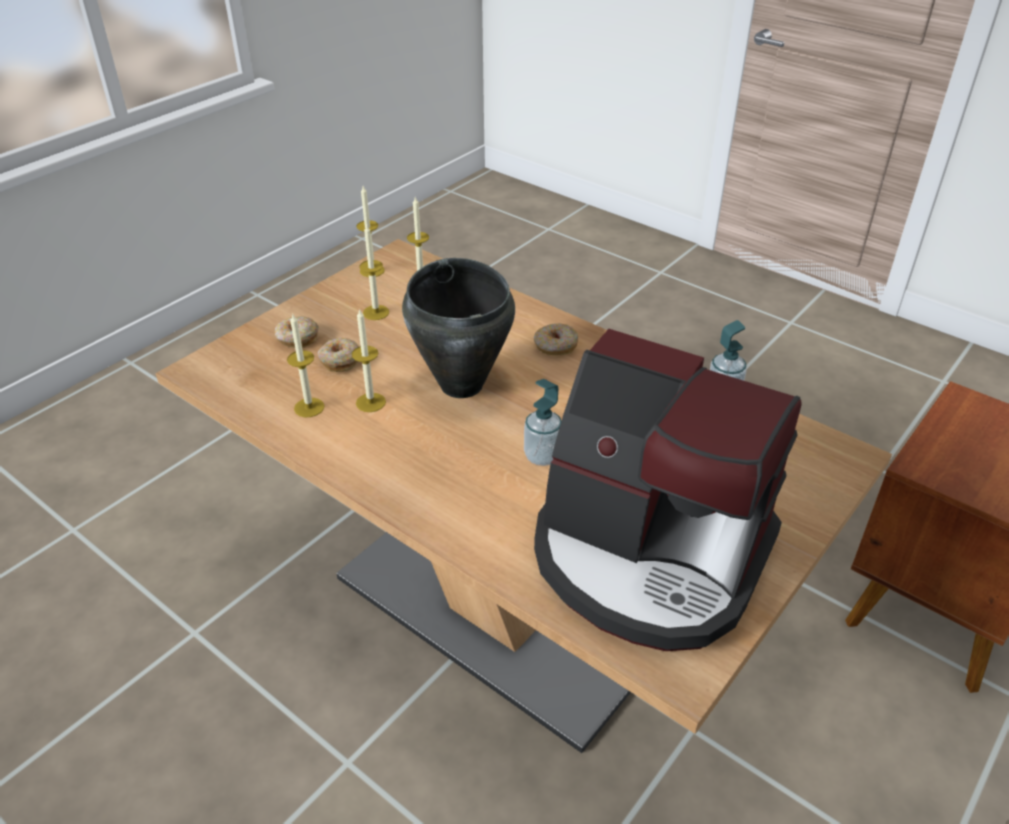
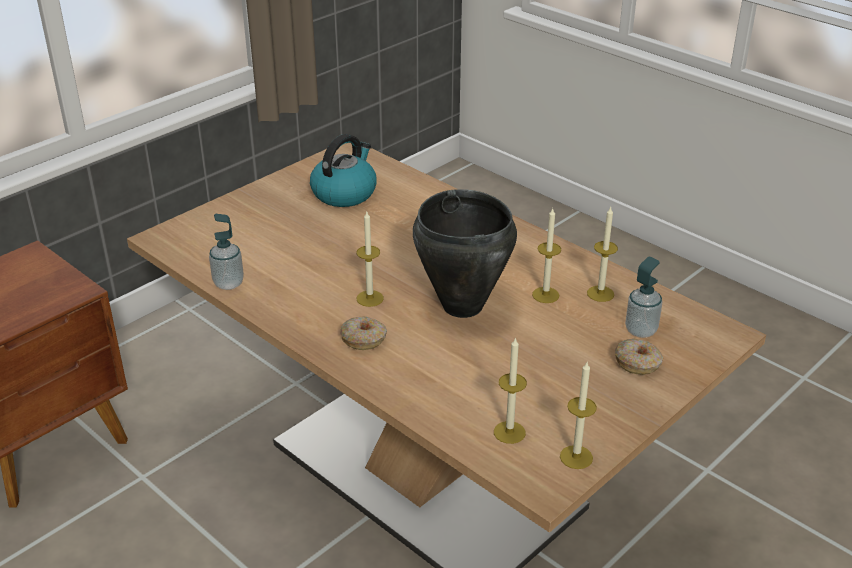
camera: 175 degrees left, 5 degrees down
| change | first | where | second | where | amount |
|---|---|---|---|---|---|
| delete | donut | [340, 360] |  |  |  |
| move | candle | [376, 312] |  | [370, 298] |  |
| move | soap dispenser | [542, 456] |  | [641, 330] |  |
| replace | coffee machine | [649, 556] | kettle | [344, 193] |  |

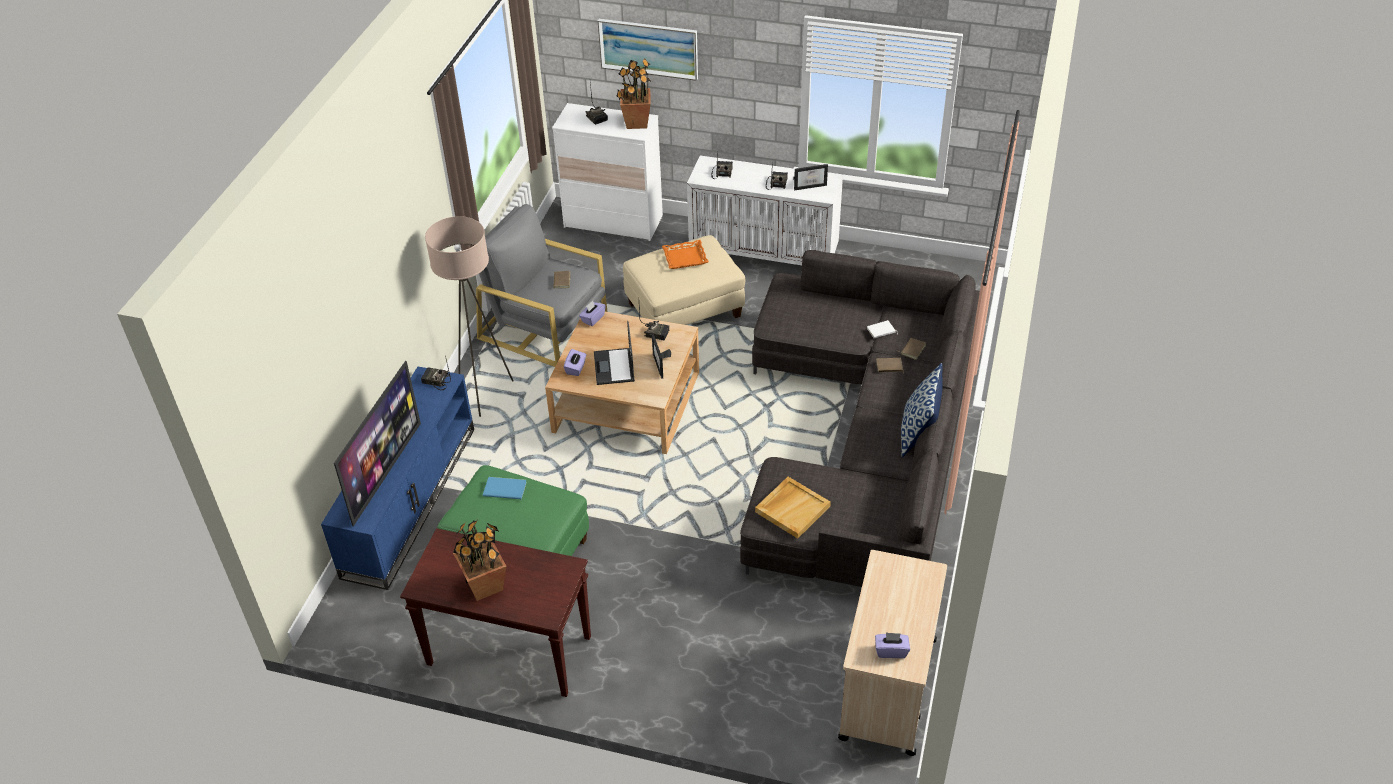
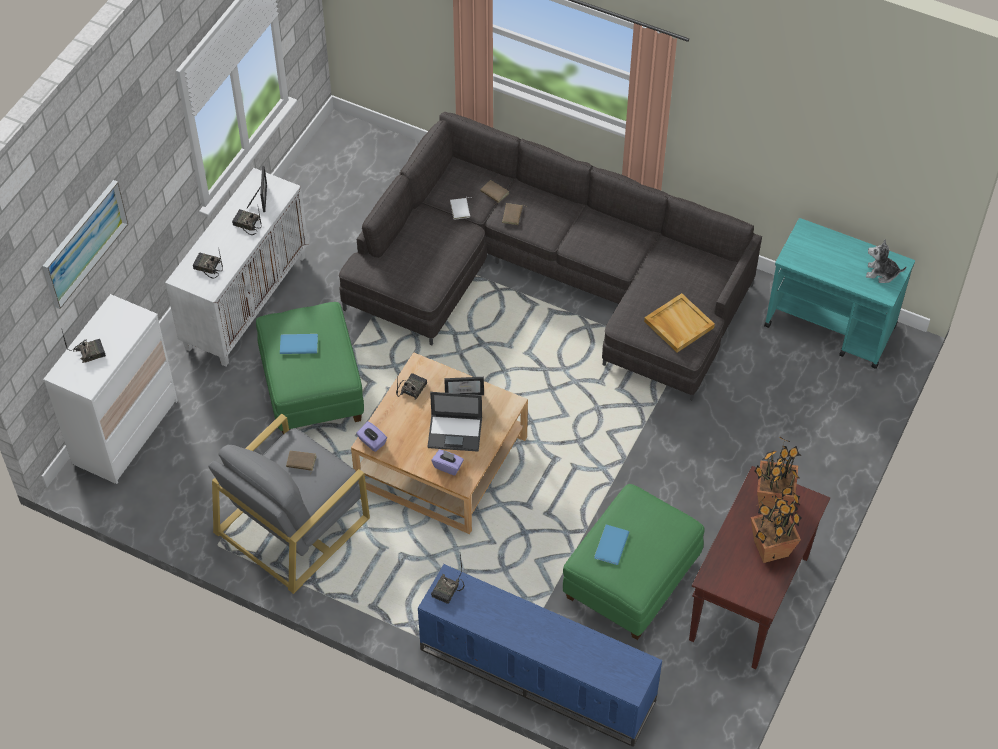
camera: 80 degrees left, 10 degrees up
| change | first | where | second | where | amount |
|---|---|---|---|---|---|
| delete | television | [385, 472] |  |  |  |
| delete | floor lamp/beige | [483, 393] |  |  |  |
| move | potted plant | [636, 122] |  | [772, 499] |  |
| recolor | ottoman/beige | [685, 310] | ottoman/green | [312, 387] |  |
| replace | tray/orange | [685, 257] | book/blue | [298, 344] |  |
| recolor | cart/beige | [887, 689] | cart/turquoise | [831, 327] |  |
| replace | tissue box/purple | [891, 651] | plush toy | [881, 273] |  |
| delete | pillow | [918, 433] |  |  |  |

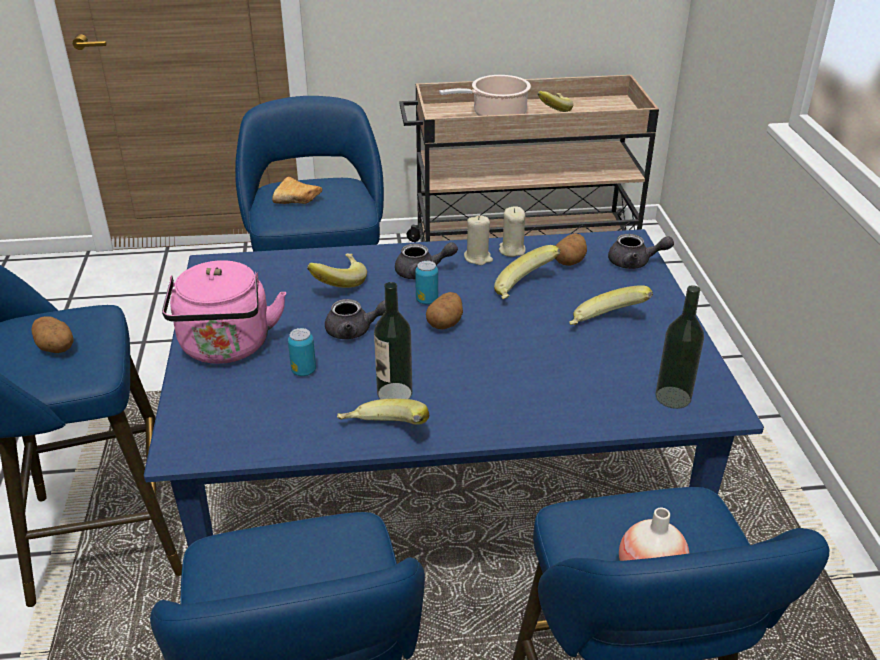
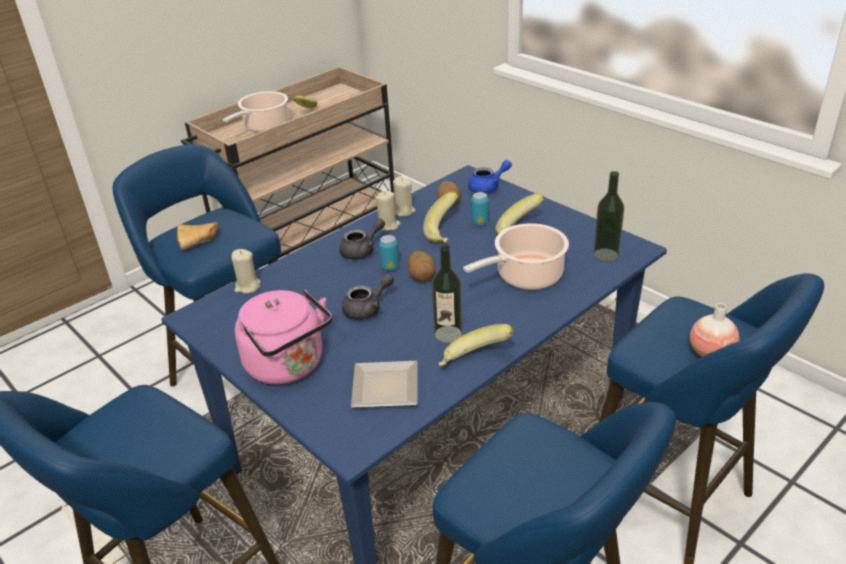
camera: 35 degrees left, 0 degrees up
| change | first | where | second | where | amount |
|---|---|---|---|---|---|
| delete | potato | [57, 348] |  |  |  |
| move | can | [303, 371] |  | [480, 222] |  |
| delete | banana | [337, 283] |  |  |  |
| recolor | teapot/grey | [635, 263] | teapot/blue | [488, 187] |  |
| insert |  |  | candle/beige | [247, 287] |  |
| insert |  |  | plate | [383, 386] |  |
| insert |  |  | cooking pot | [526, 276] |  |

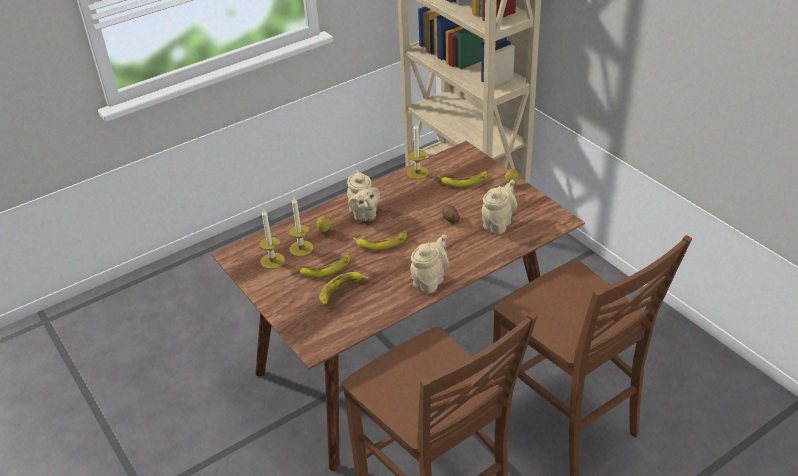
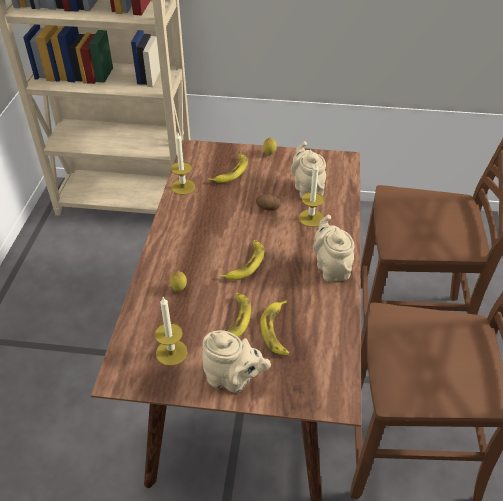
camera: 50 degrees left, 5 degrees up
| change | first | where | second | where | amount |
|---|---|---|---|---|---|
| move | candle | [301, 248] |  | [311, 218] |  |
| move | teapot/beige | [364, 215] |  | [233, 379] |  |

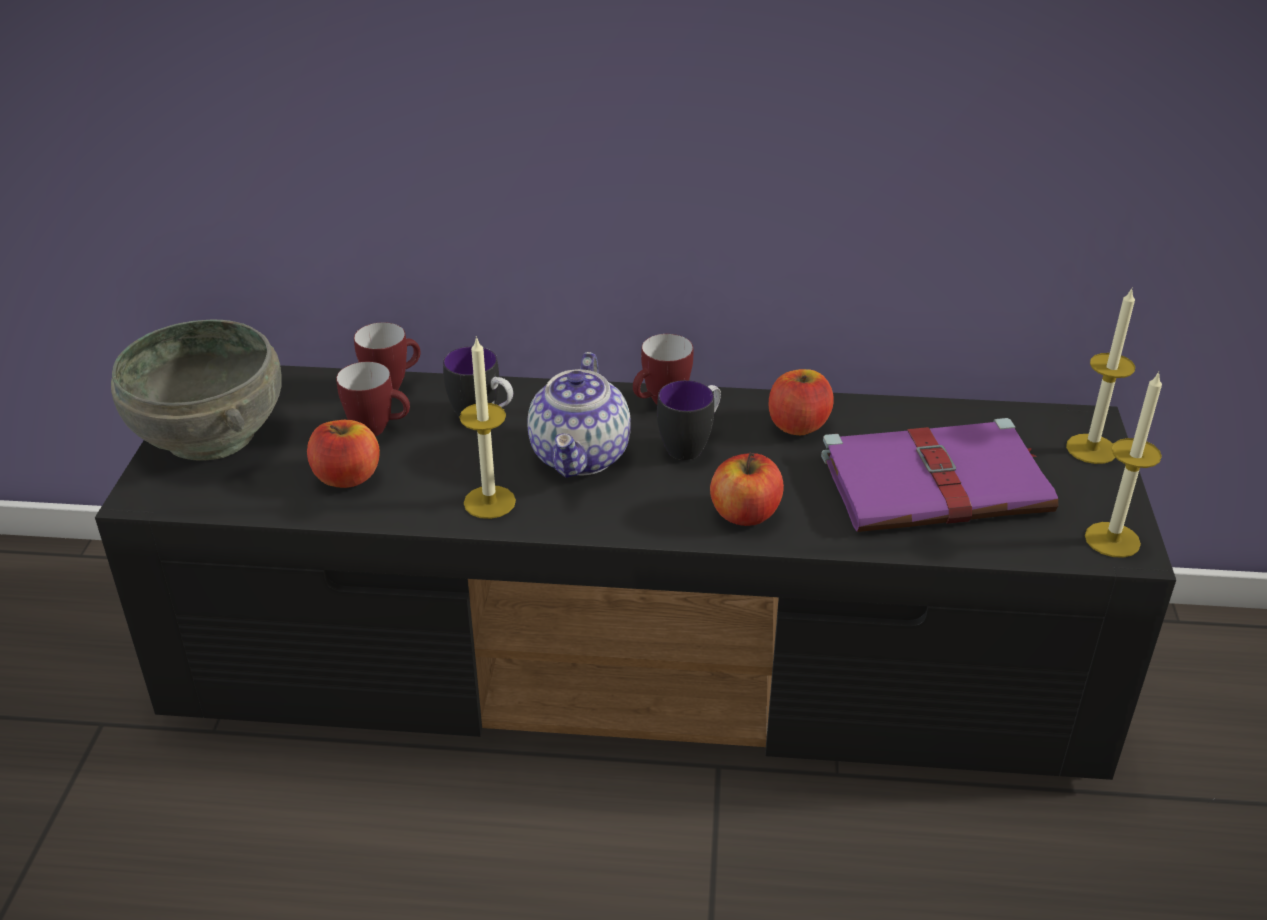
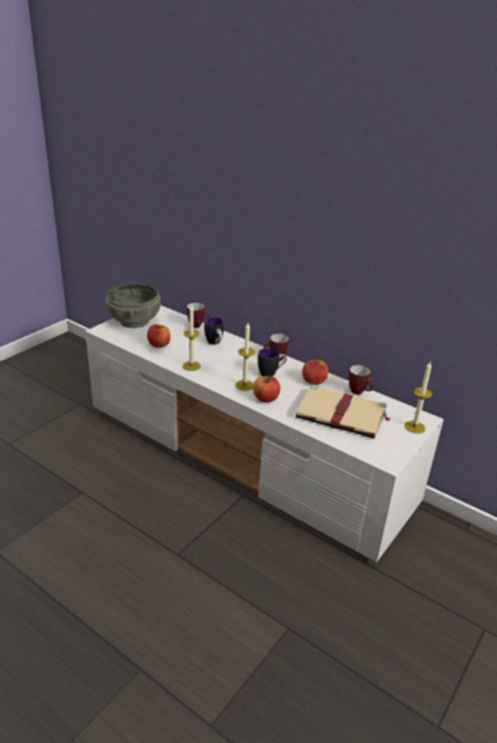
camera: 30 degrees right, 5 degrees down
| change | first | where | second | where | amount |
|---|---|---|---|---|---|
| recolor | tv stand/black | [639, 664] | tv stand/white | [246, 455] |  |
| move | mug | [379, 429] |  | [359, 393] |  |
| delete | teapot | [581, 456] |  |  |  |
| recolor | book/purple | [938, 483] | book/beige | [342, 415] |  |
| move | candle | [1112, 540] |  | [244, 385] |  |

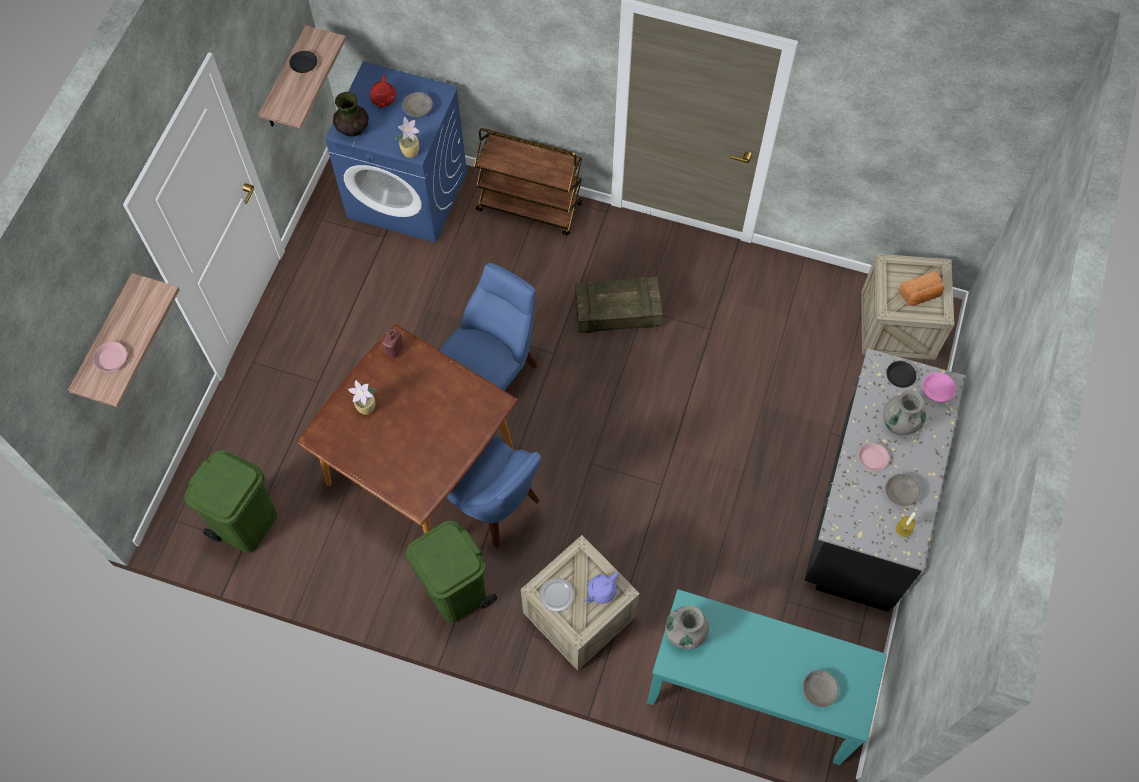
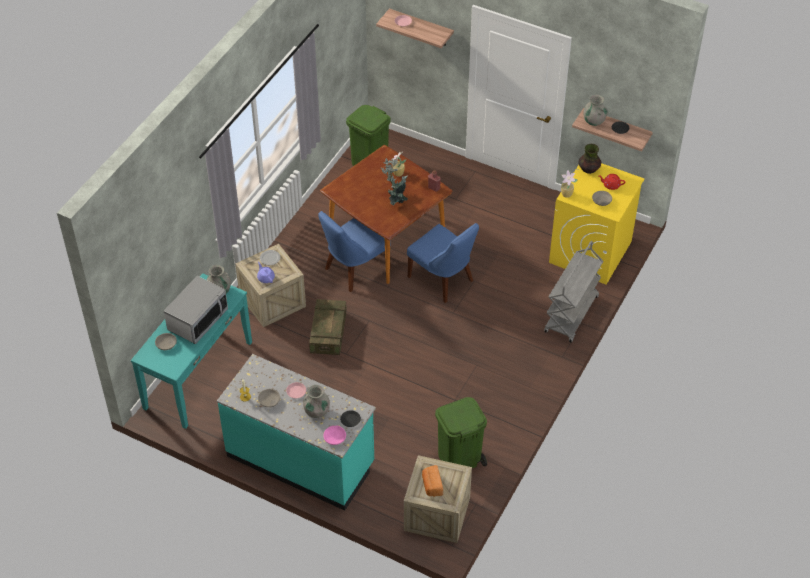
camera: 100 degrees right, 15 degrees down
| change | first | where | second | where | amount |
|---|---|---|---|---|---|
| recolor | washing machine/blue | [408, 194] | washing machine/yellow | [590, 252] |  |
| move | trash can/green | [456, 592] |  | [459, 459] |  |
| recolor | cart/brown | [530, 207] | cart/grey | [571, 315] |  |
| move | crate | [617, 312] |  | [328, 333] |  |
| recolor | counter/black | [864, 507] | counter/turquoise | [301, 459] |  |
| insert |  |  | microwave | [197, 320] |  |
| insert |  |  | potted plant | [396, 200] |  |
| insert |  |  | vase/grey | [594, 121] |  |

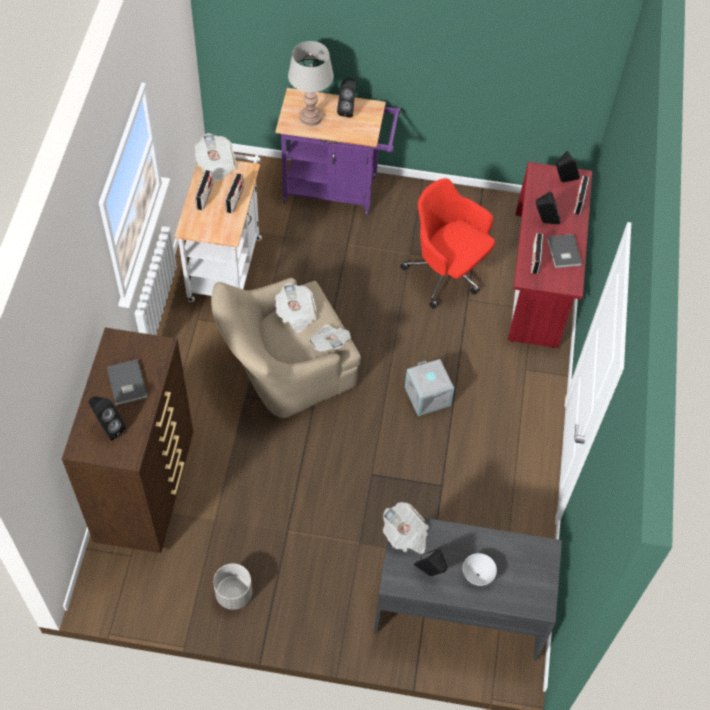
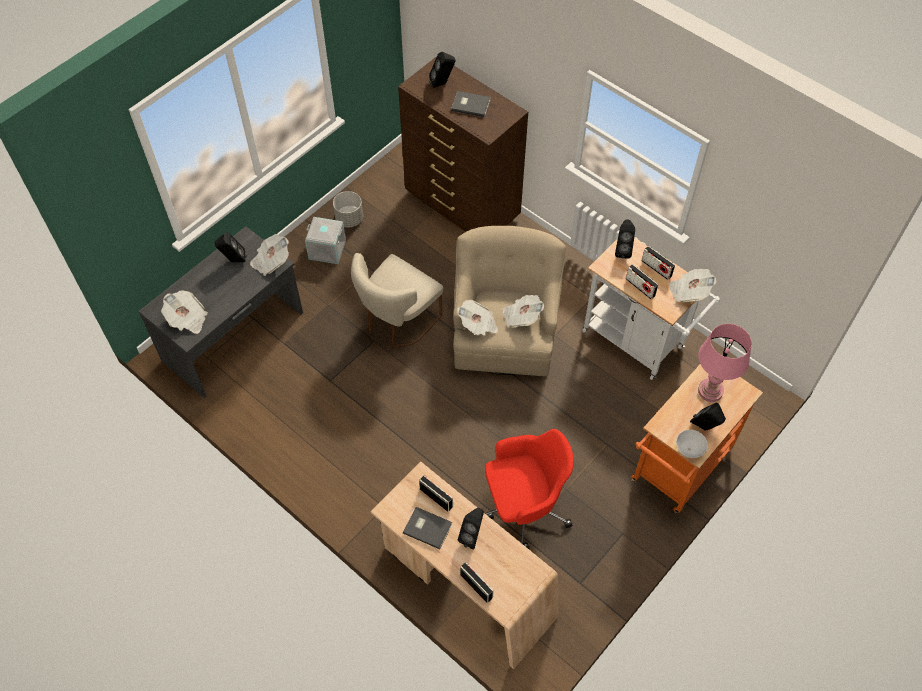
camera: 125 degrees right, 0 degrees up
| change | first | where | second | where | amount |
|---|---|---|---|---|---|
| recolor | cart/purple | [336, 189] | cart/orange | [677, 470] |  |
| recolor | table lamp/grey | [310, 118] | table lamp/pink | [710, 391] |  |
| move | storage box/grey | [428, 396] |  | [327, 250] |  |
| move | bowl/white | [477, 574] |  | [689, 450] |  |
| recolor | desk/red | [539, 280] | desk/beige | [466, 583] |  |
| move | speaker/black | [563, 180] |  | [622, 250] |  |
| insert |  |  | newspaper | [187, 319] |  |
| insert |  |  | chair/beige | [397, 322] |  |

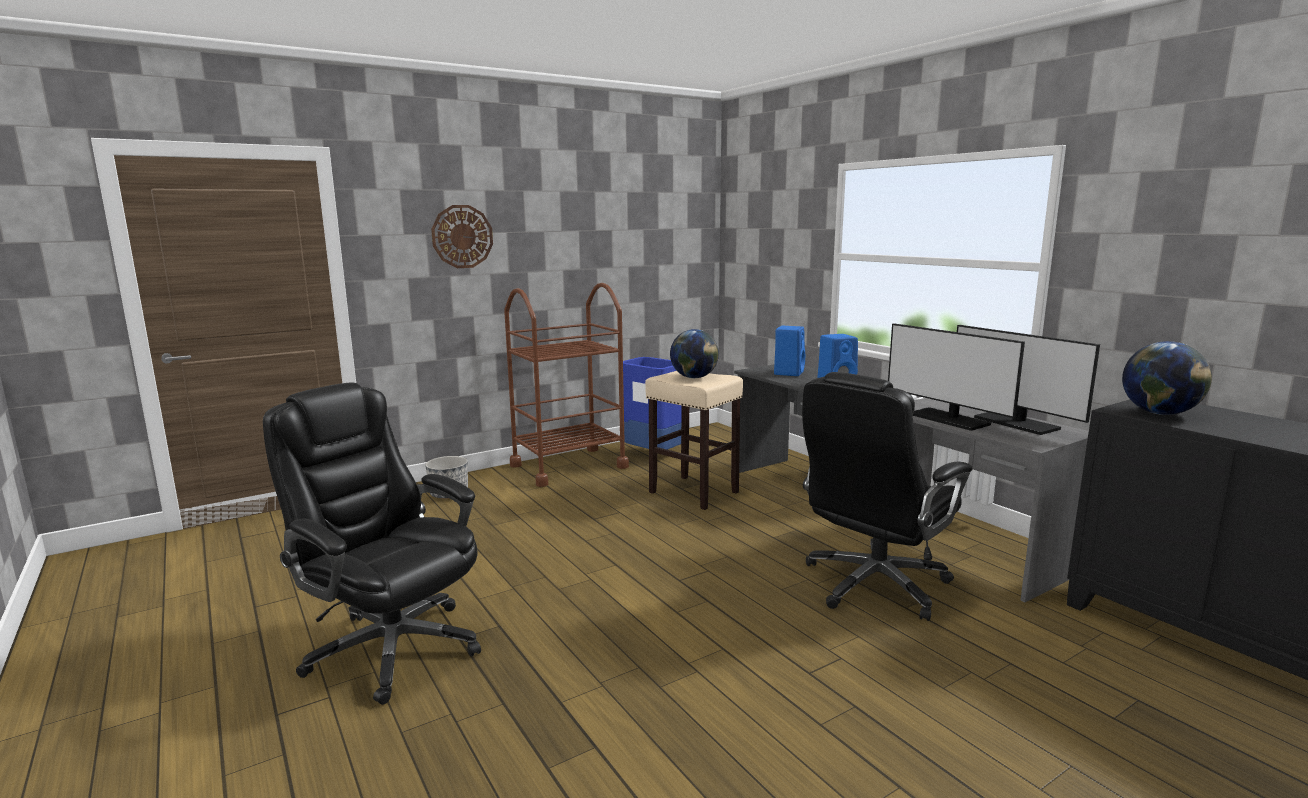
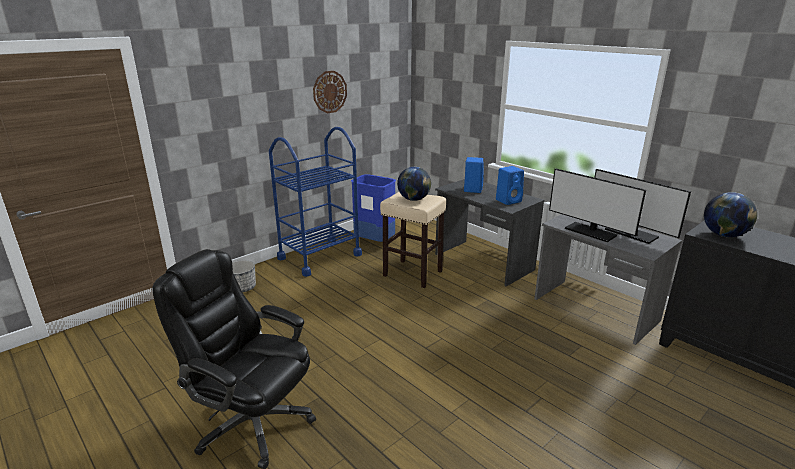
camera: 10 degrees left, 10 degrees up
| change | first | where | second | where | amount |
|---|---|---|---|---|---|
| move | wall clock | [462, 236] |  | [329, 92] |  |
| recolor | cart/brown | [568, 466] | cart/blue | [319, 256] |  |
| delete | office chair/black | [874, 585] |  |  |  |

